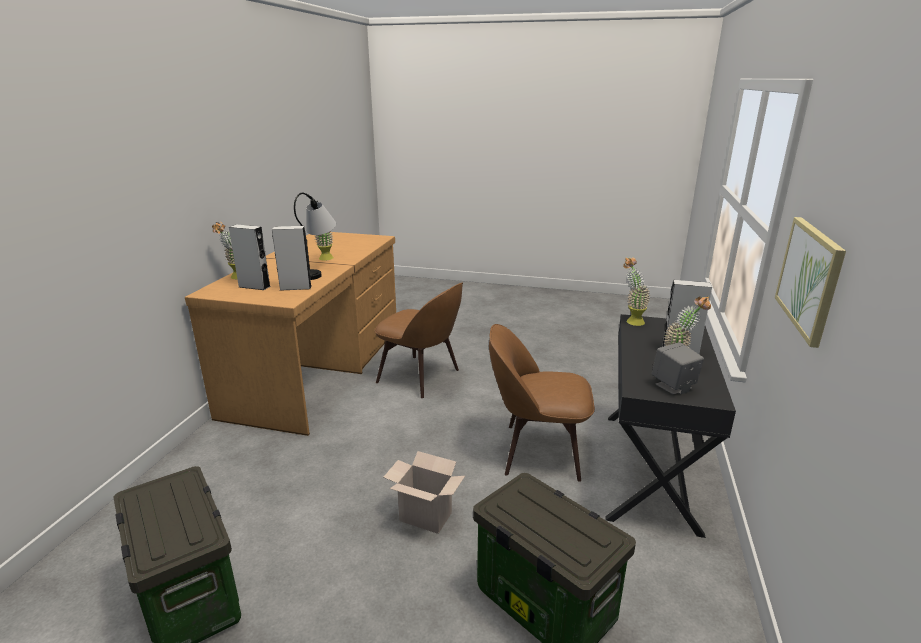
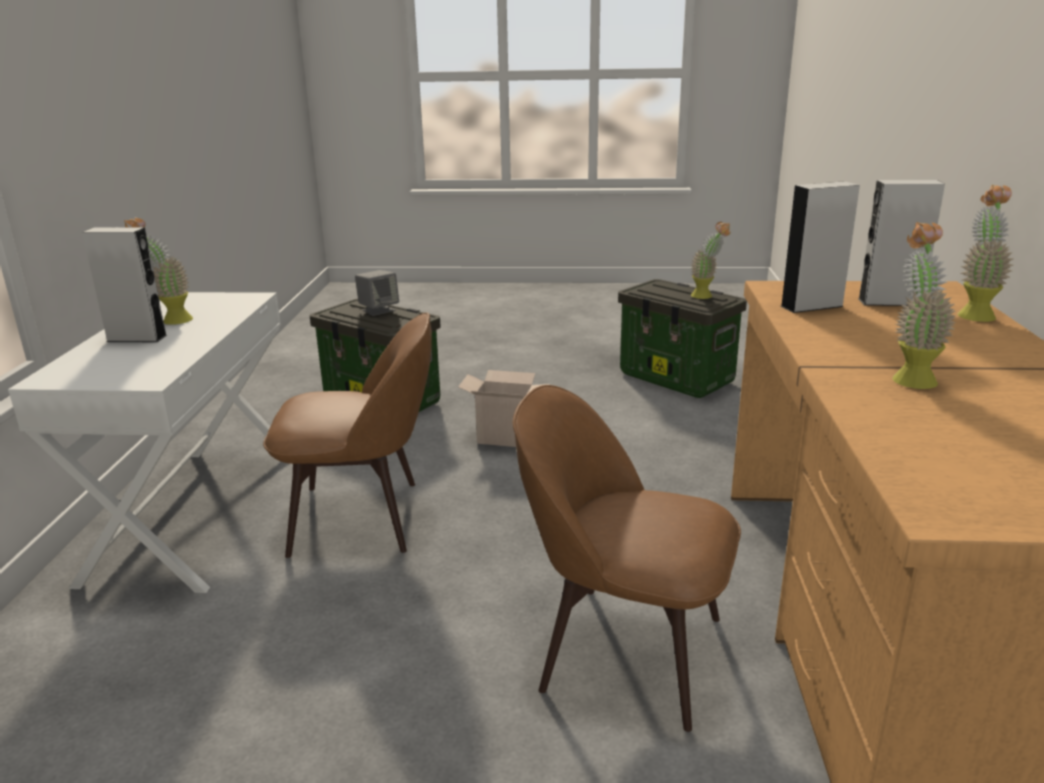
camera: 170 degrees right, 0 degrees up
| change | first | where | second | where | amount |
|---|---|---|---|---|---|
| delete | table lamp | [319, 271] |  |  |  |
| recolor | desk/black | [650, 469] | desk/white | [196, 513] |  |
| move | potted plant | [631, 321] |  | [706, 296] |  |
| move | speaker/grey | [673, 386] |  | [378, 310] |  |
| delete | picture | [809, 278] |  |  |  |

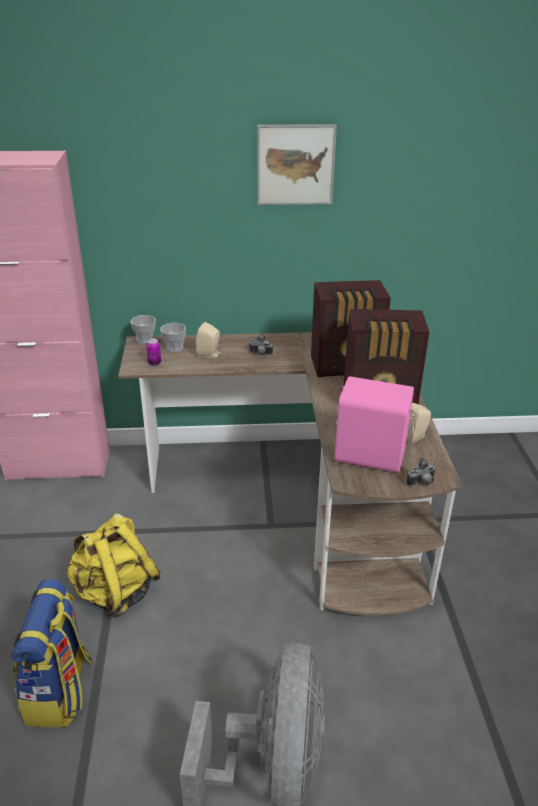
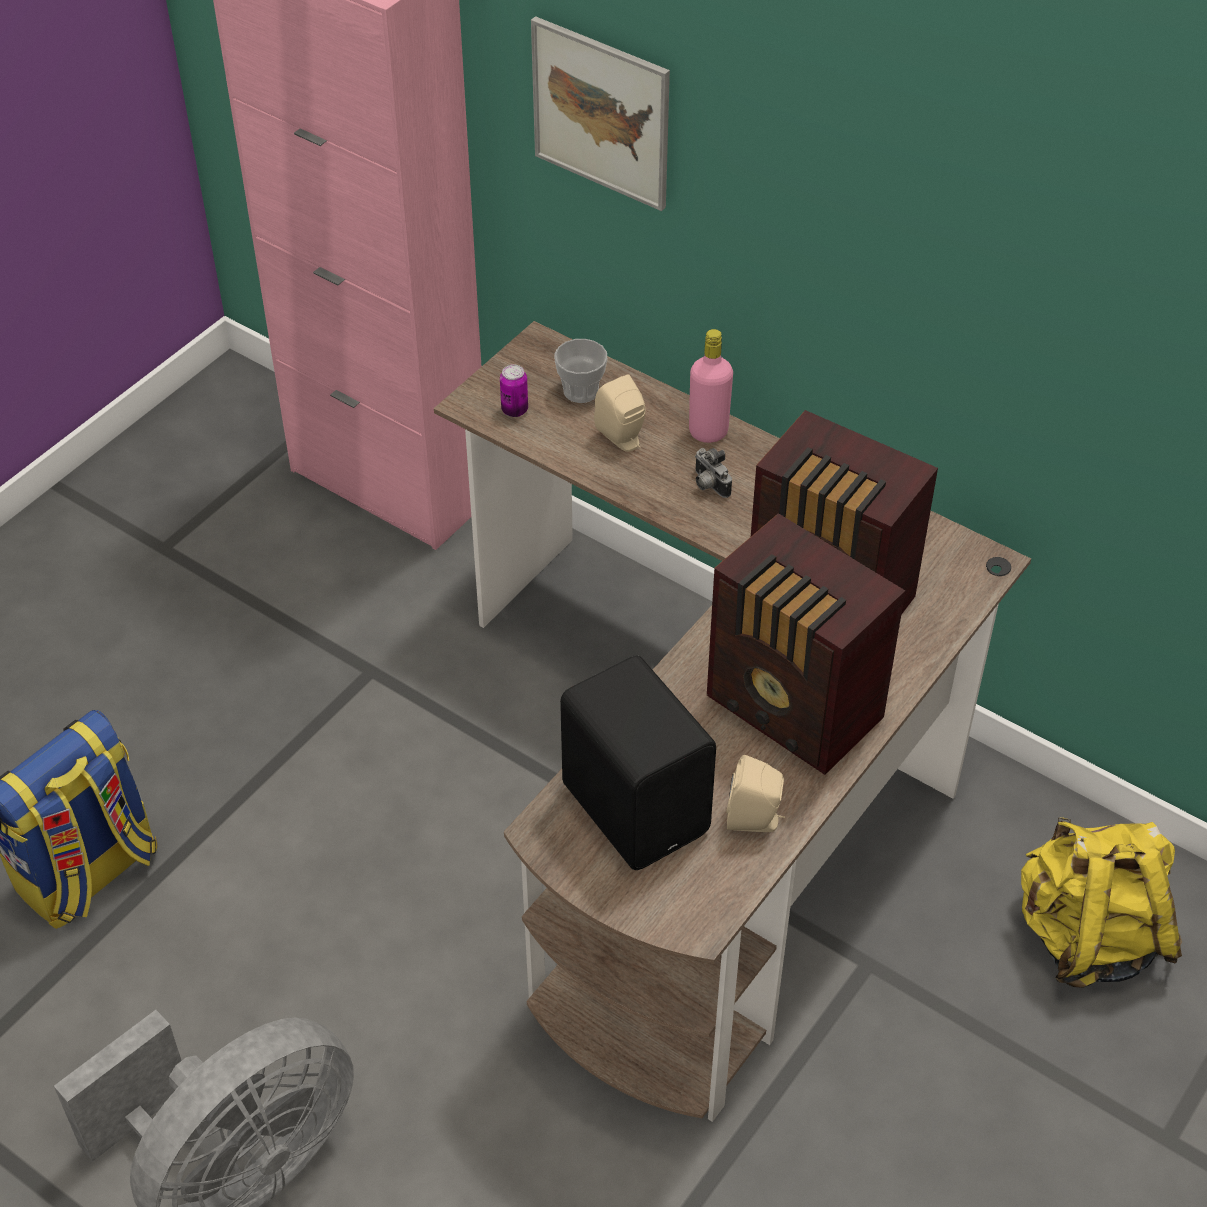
camera: 40 degrees right, 15 degrees up
| change | first | where | second | where | amount |
|---|---|---|---|---|---|
| move | backpack/yellow | [115, 593] |  | [1087, 937] |  |
| delete | cup | [145, 340] |  |  |  |
| move | picture | [295, 165] |  | [601, 113] |  |
| recolor | speaker/pink | [369, 454] | speaker/black | [637, 806] |  |
| delete | photo camera | [421, 483] |  |  |  |
| insert |  |  | bottle/pink | [708, 432] |  |

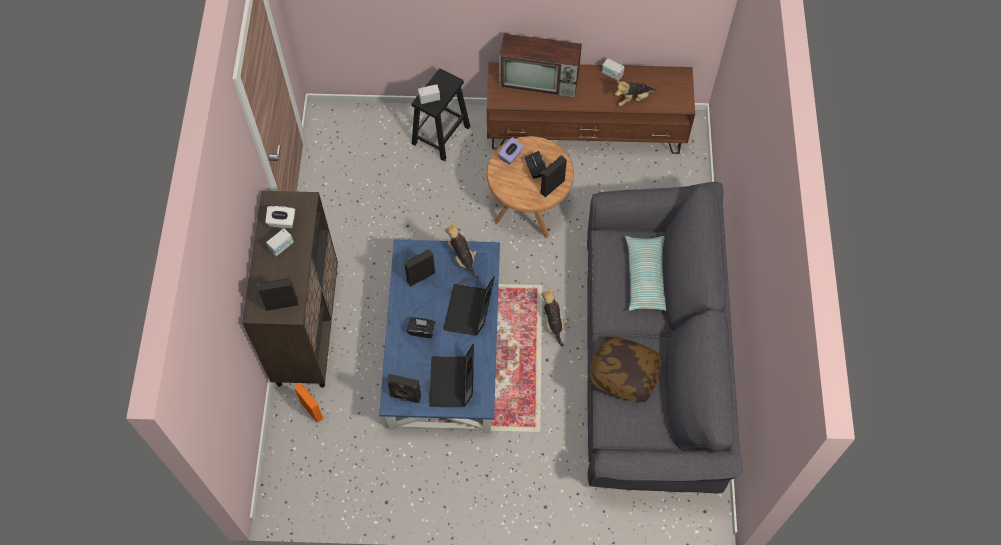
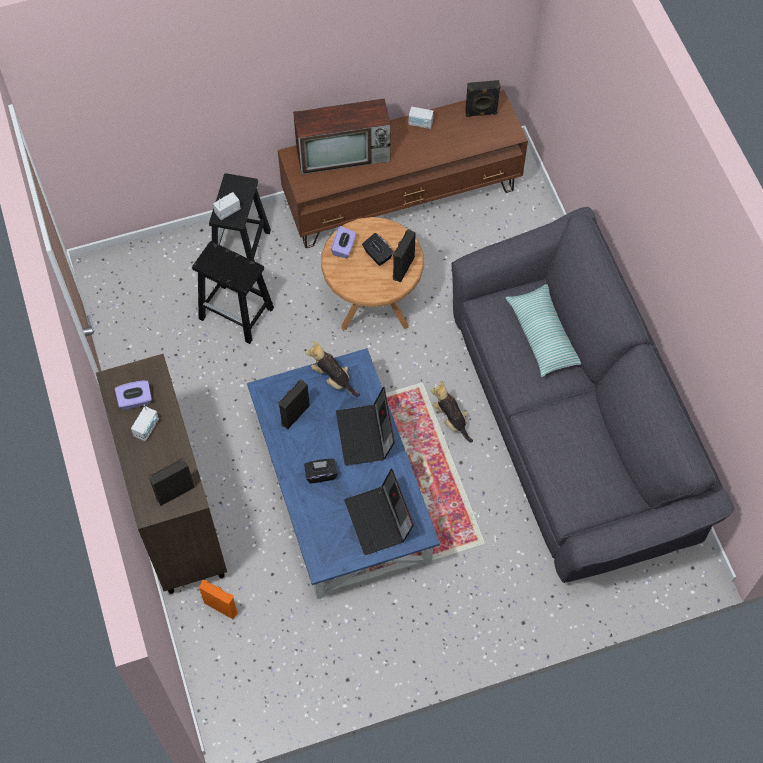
camera: 20 degrees left, 0 degrees up
| change | first | where | second | where | amount |
|---|---|---|---|---|---|
| recolor | tissue box/white | [282, 222] | tissue box/purple | [135, 400] |  |
| move | speaker/black | [405, 397] |  | [481, 113] |  |
| delete | pillow | [624, 373] |  |  |  |
| delete | plush toy | [632, 99] |  |  |  |
| insert |  |  | stool/black | [237, 313] |  |

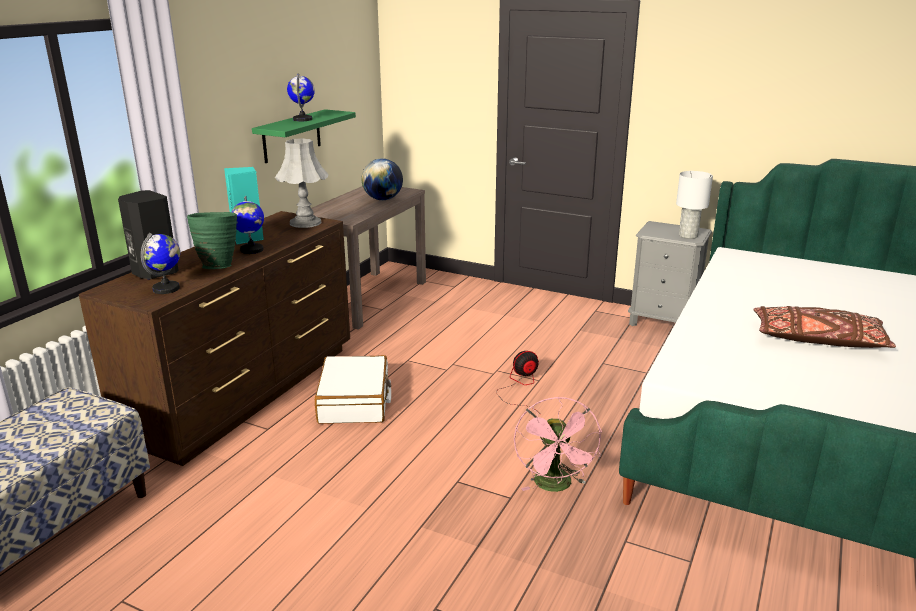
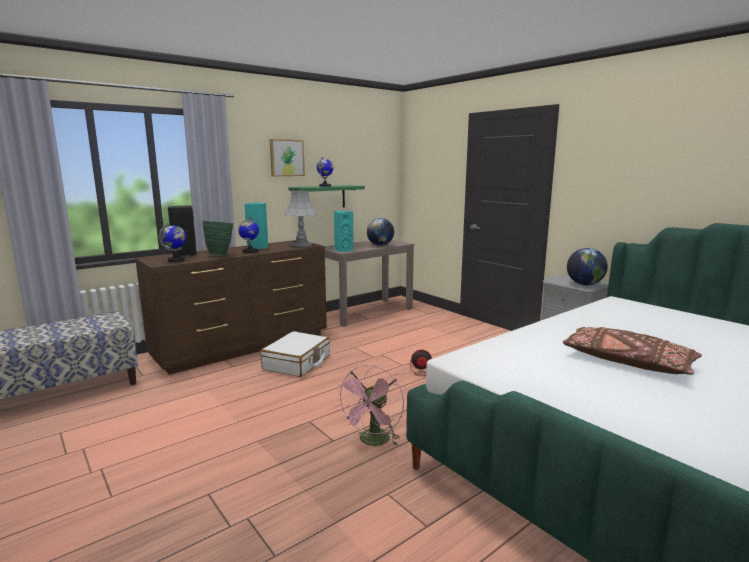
camera: 25 degrees right, 10 degrees down
| change | first | where | second | where | amount |
|---|---|---|---|---|---|
| replace | table lamp/white | [687, 235] | globe | [584, 284] |  |
| insert |  |  | picture | [286, 158] |  |
| insert |  |  | speaker/turquoise | [343, 250] |  |

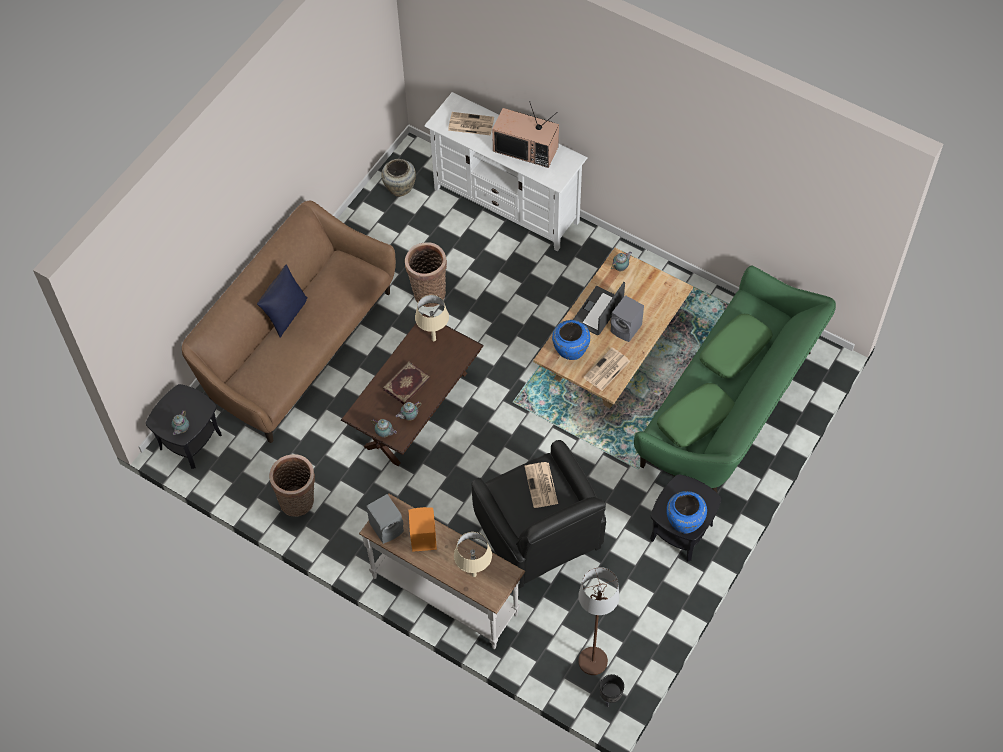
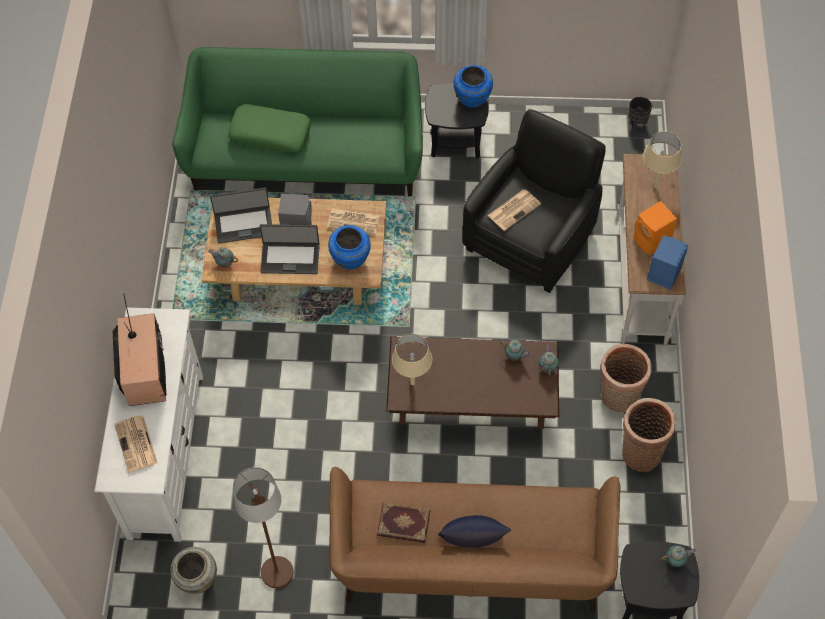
camera: 120 degrees left, 0 degrees up
| change | first | where | second | where | amount |
|---|---|---|---|---|---|
| recolor | speaker/grey | [388, 527] | speaker/blue | [663, 273] |  |
| move | book | [407, 384] |  | [404, 522] |  |
| move | basket | [428, 292] |  | [618, 397] |  |
| move | floor lamp/brown | [592, 661] |  | [276, 573] |  |
| delete | pillow/green | [695, 420] |  |  |  |
| insert |  |  | laptop | [243, 224] |  |

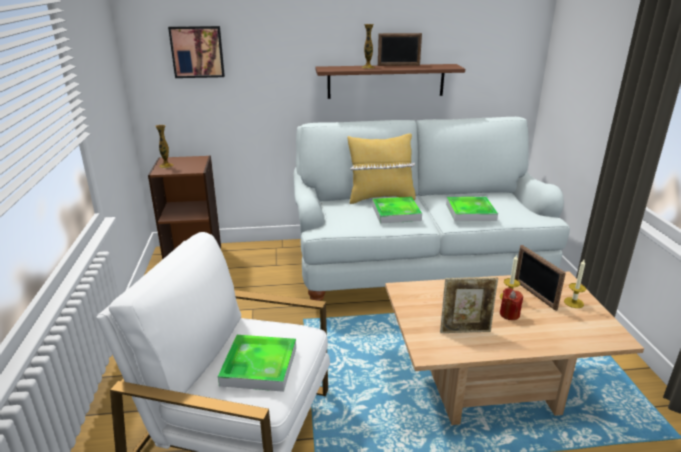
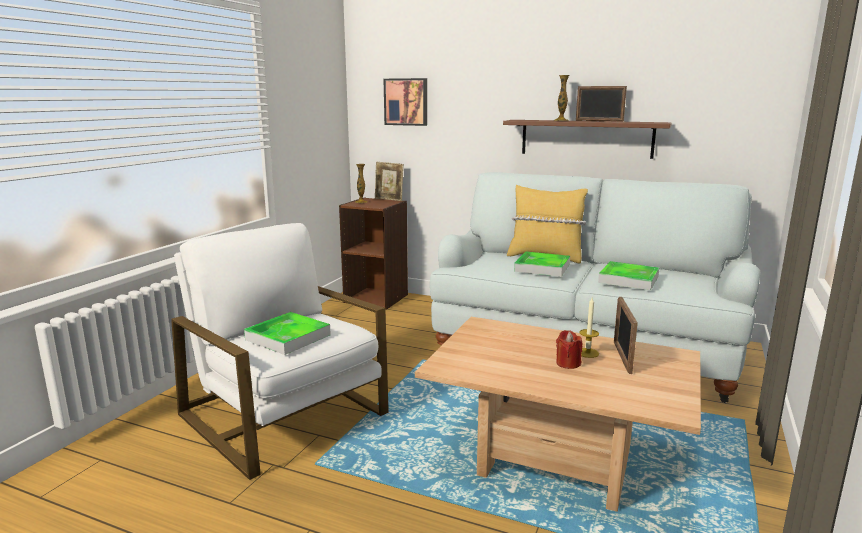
camera: 30 degrees right, 10 degrees down
| change | first | where | second | where | amount |
|---|---|---|---|---|---|
| move | picture frame | [465, 330] |  | [389, 199] |  |
| delete | candle | [573, 302] |  |  |  |

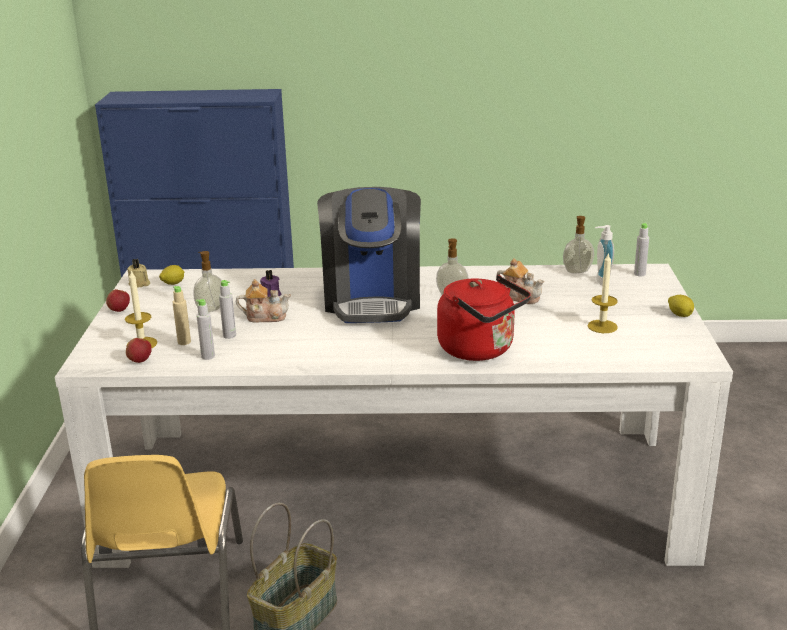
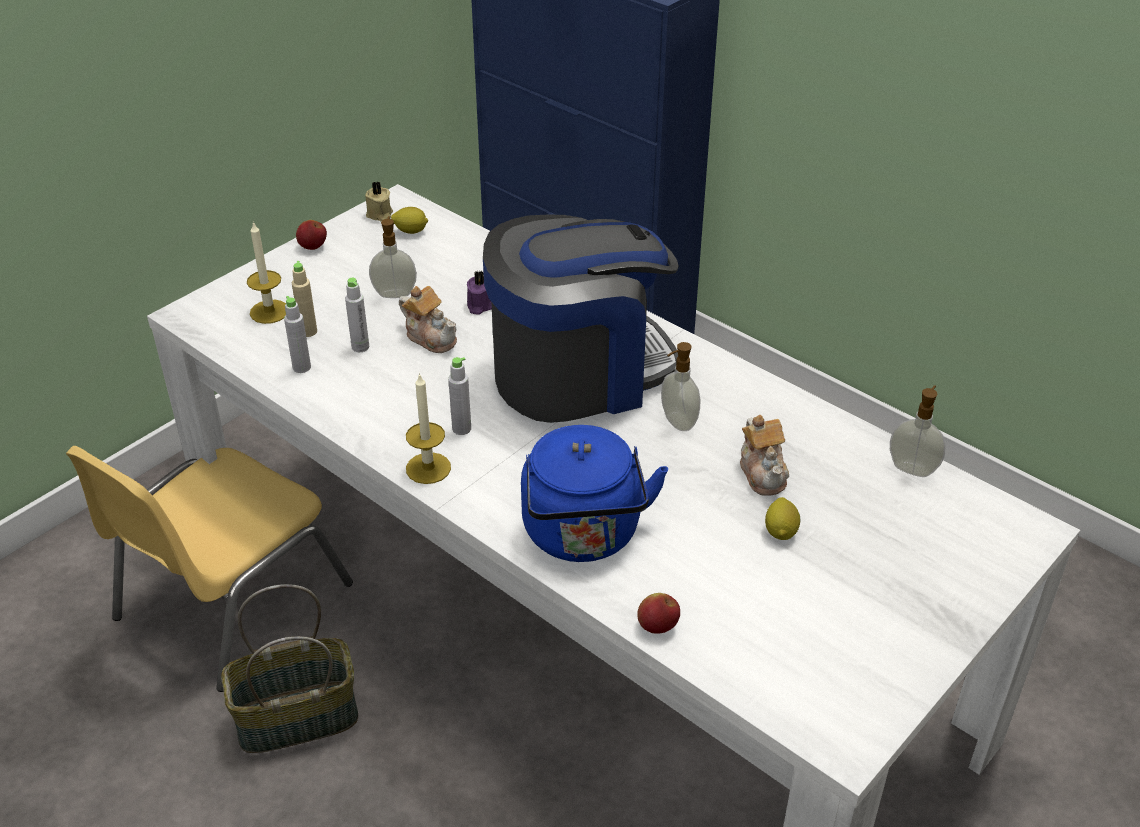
camera: 40 degrees right, 15 degrees up
| change | first | where | second | where | amount |
|---|---|---|---|---|---|
| move | apple | [140, 360] |  | [657, 626] |  |
| rotate | coffee machine | [372, 299] |  | [579, 373] | 150 degrees counterclockwise |
| recolor | kettle/red | [480, 350] | kettle/blue | [584, 536] |  |
| move | candle | [602, 326] |  | [428, 468] |  |
| delete | soap dispenser | [600, 282] |  |  |  |
| move | bottle/grey | [639, 274] |  | [461, 429] |  |
| move | lemon | [680, 315] |  | [781, 531] |  |

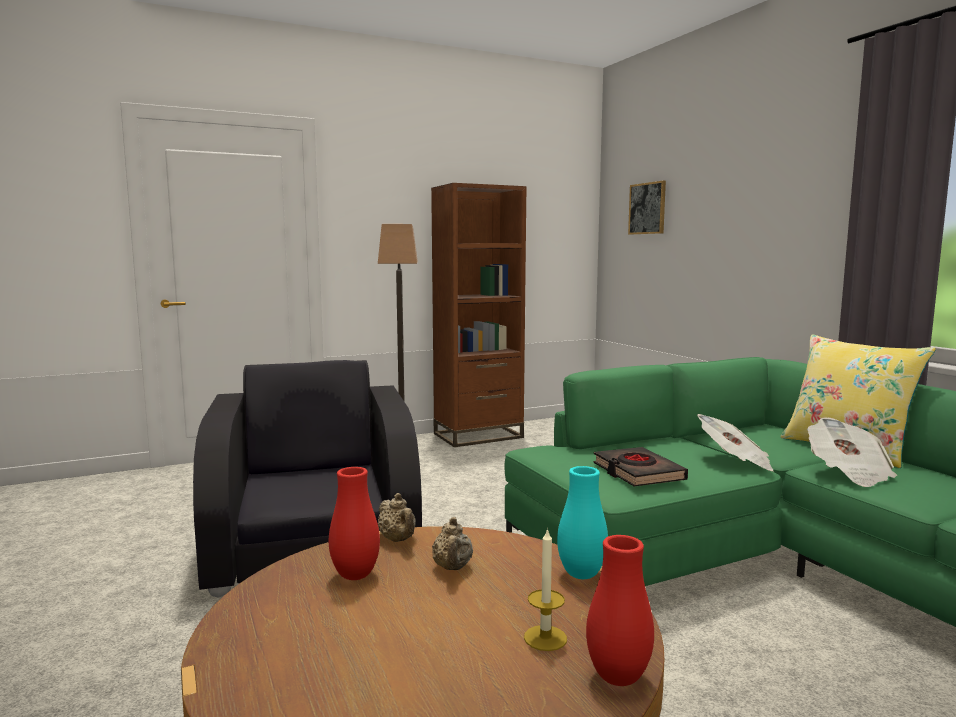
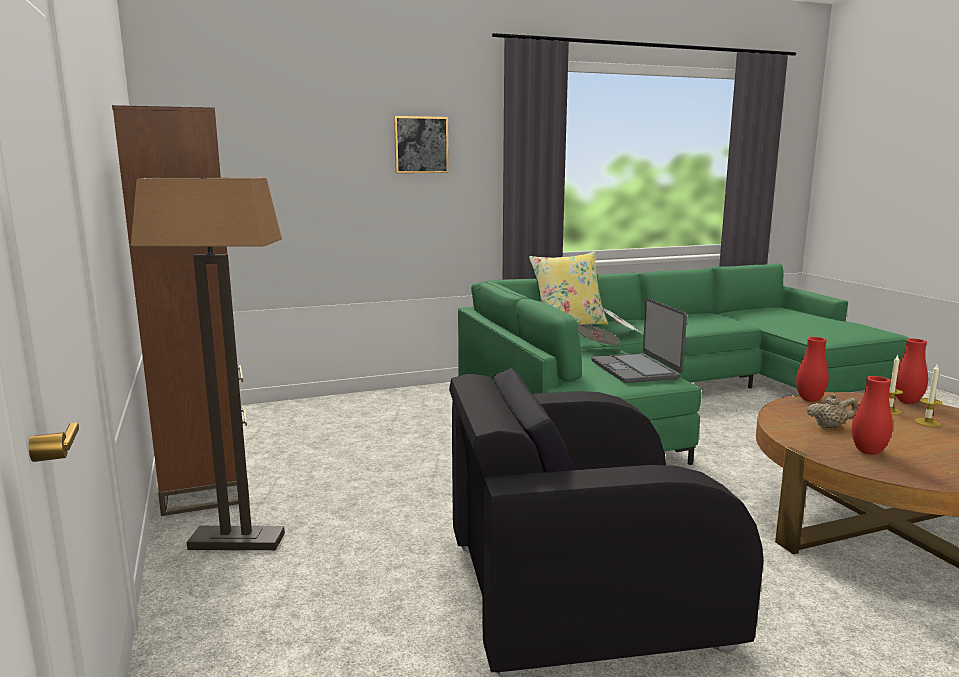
camera: 85 degrees left, 5 degrees up
| change | first | where | second | where | amount |
|---|---|---|---|---|---|
| delete | teapot/beige | [398, 540] |  |  |  |
| recolor | vase/turquoise | [581, 574] | vase/red | [809, 399] |  |
| replace | book/black | [638, 472] | laptop | [636, 369] |  |
| move | picture | [647, 208] |  | [421, 145] |  |
| insert |  |  | candle | [927, 422] |  |

